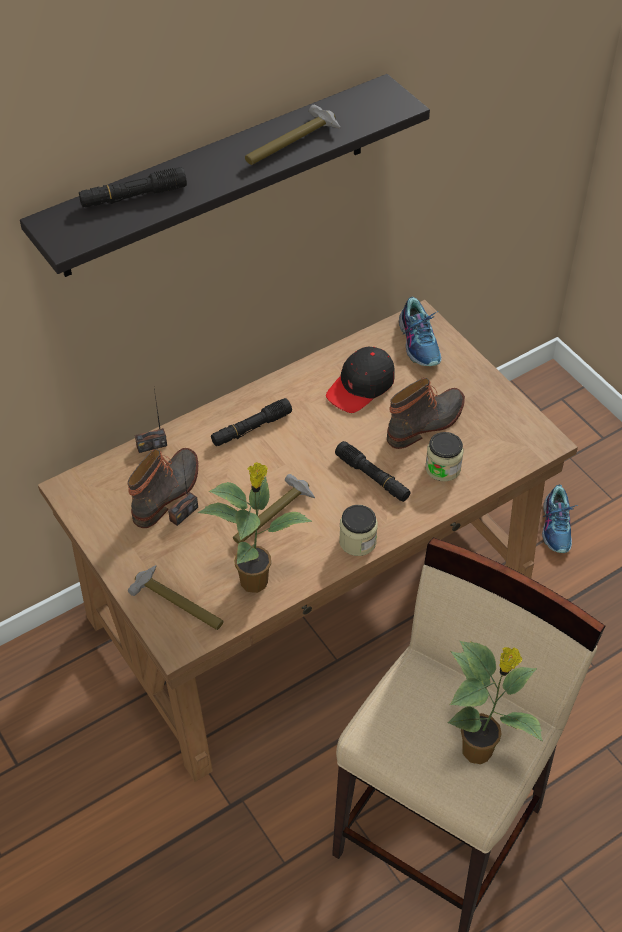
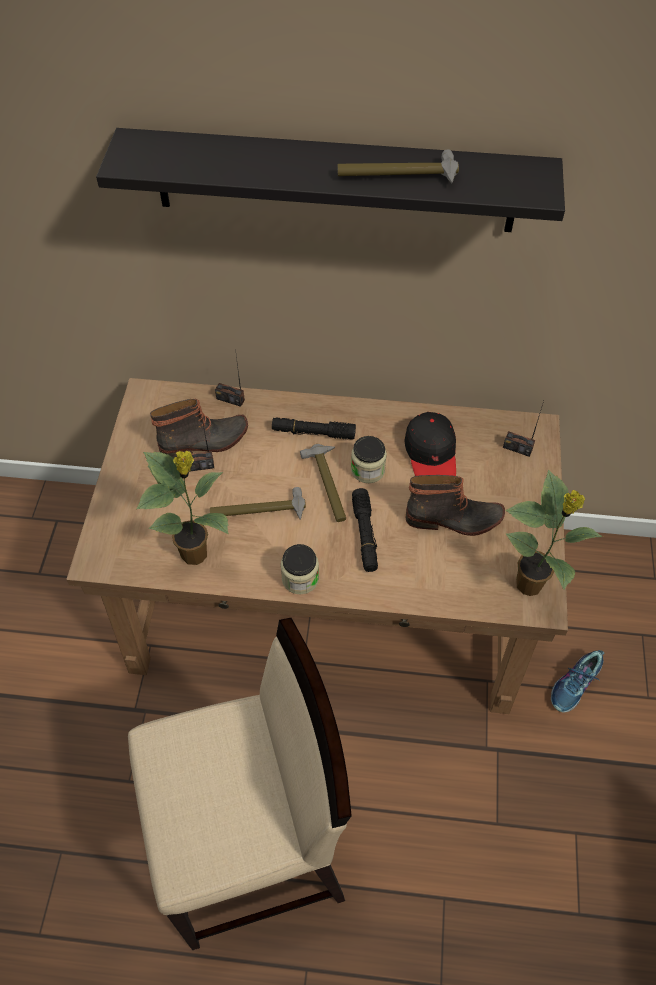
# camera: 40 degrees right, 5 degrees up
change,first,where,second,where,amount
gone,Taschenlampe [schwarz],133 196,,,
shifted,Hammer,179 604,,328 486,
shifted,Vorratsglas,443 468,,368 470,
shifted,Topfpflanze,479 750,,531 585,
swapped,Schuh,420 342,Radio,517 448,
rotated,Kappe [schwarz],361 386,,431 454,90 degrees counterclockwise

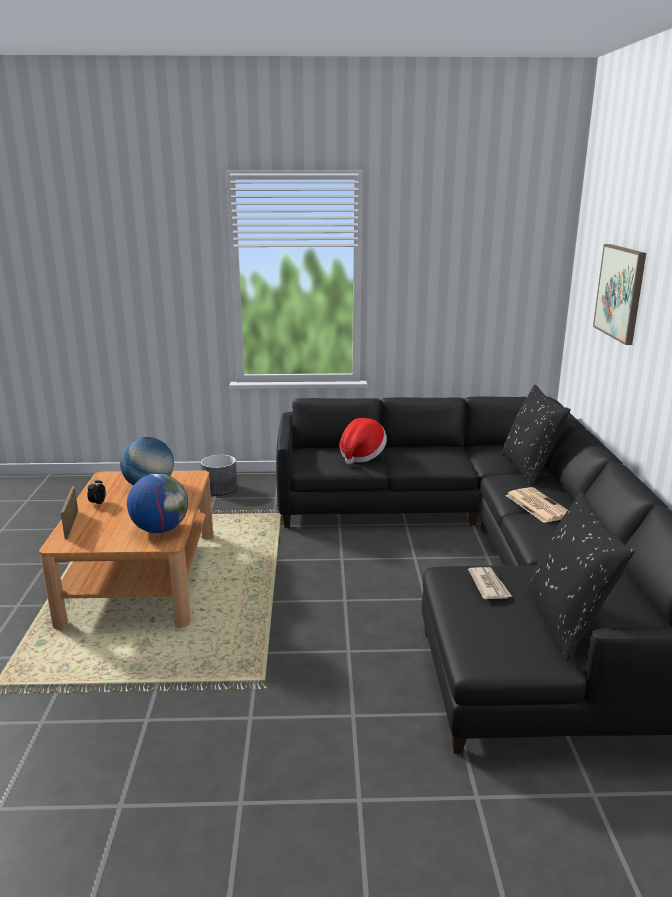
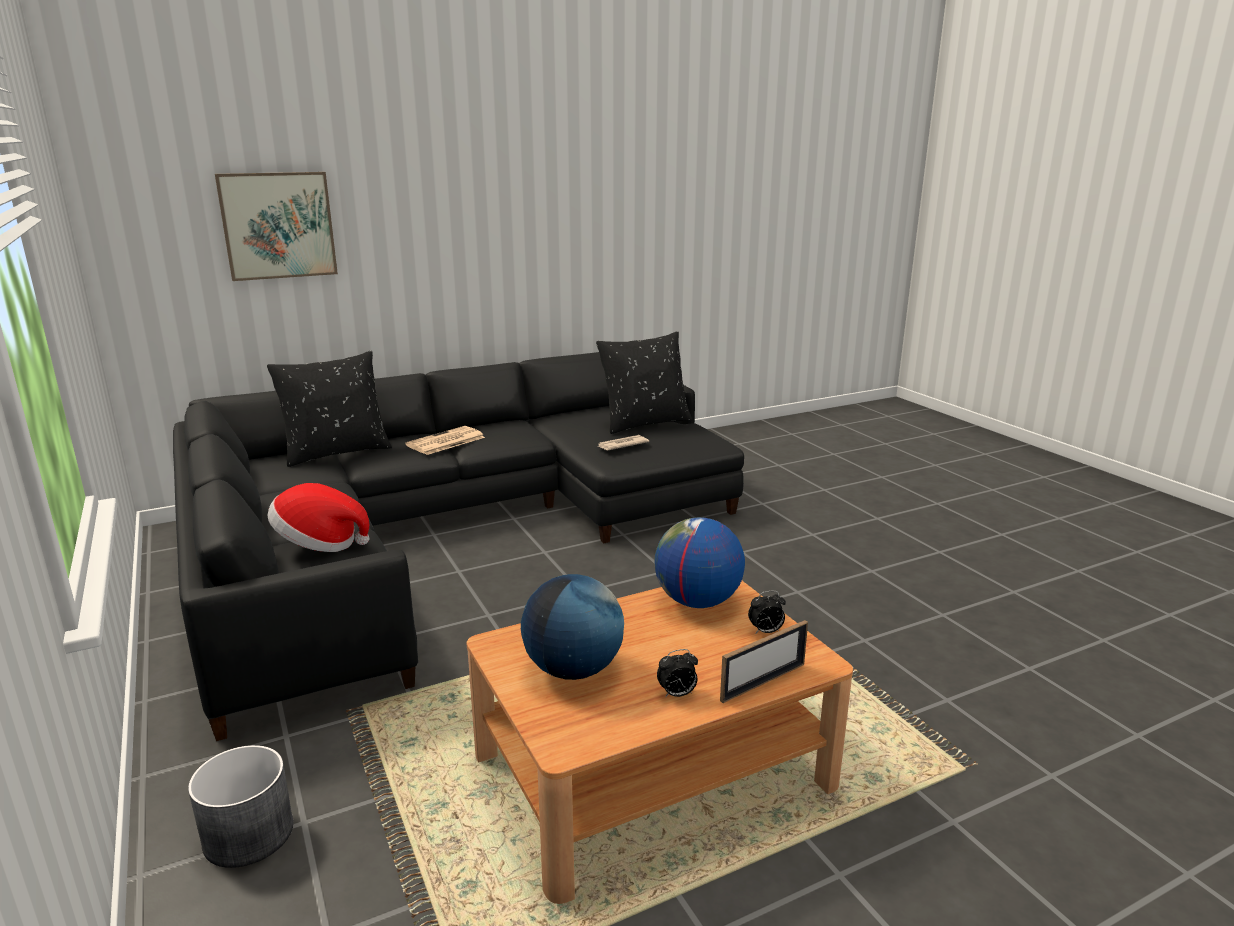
# camera: 115 degrees left, 0 degrees up
change,first,where,second,where,amount
new,,,Wecker,766 631,

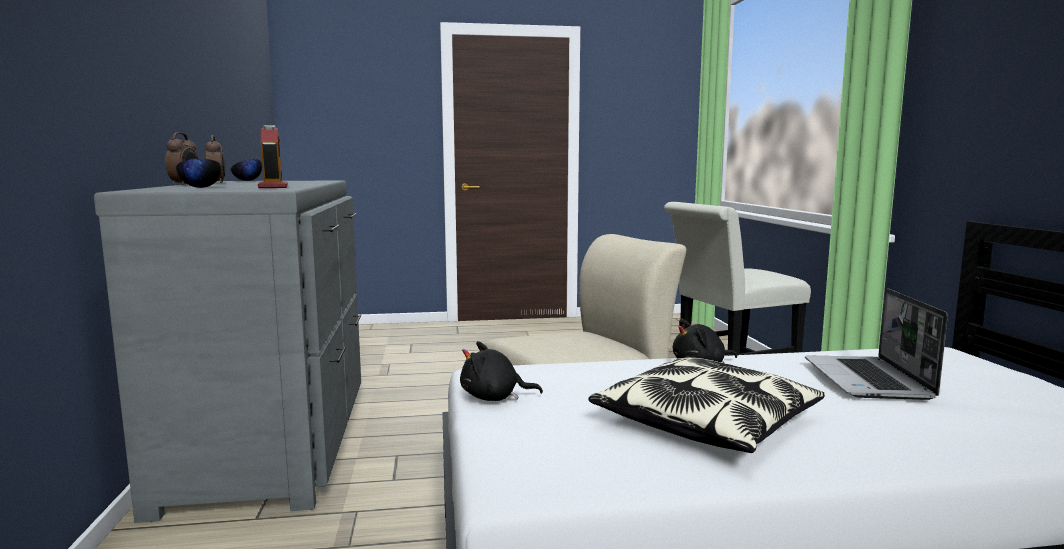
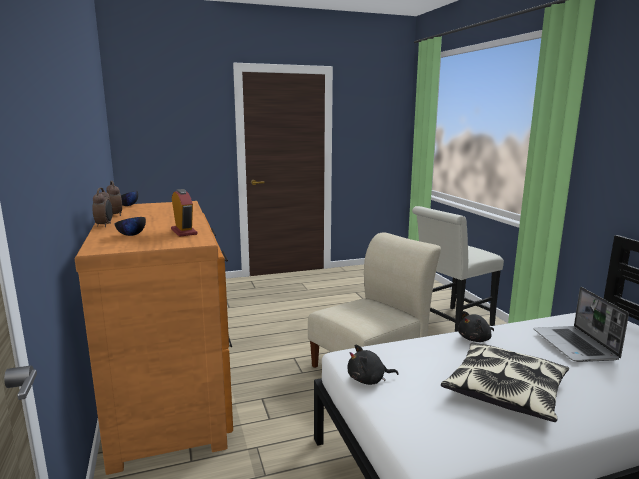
# camera: 10 degrees left, 5 degrees up
change,first,where,second,where,amount
repainted,Kommode [grau],275 441,Kommode [braun],171 394,

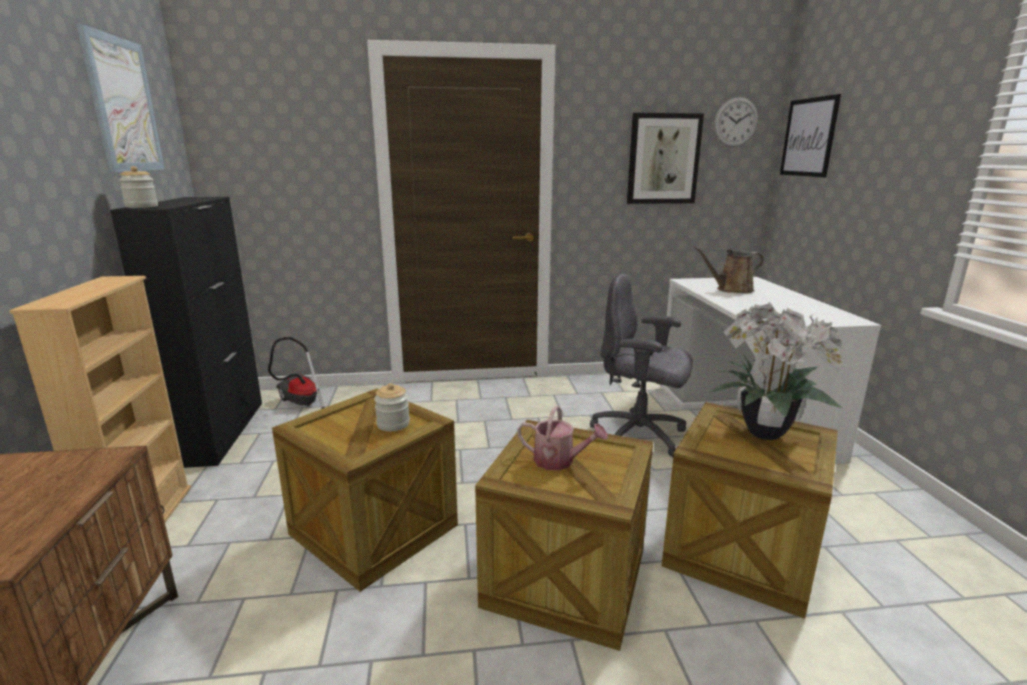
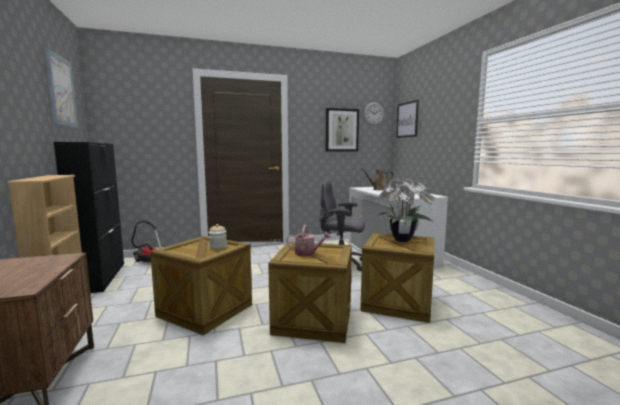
# camera: 10 degrees left, 10 degrees down
change,first,where,second,where,amount
gone,Vorratsglas,142 206,,,

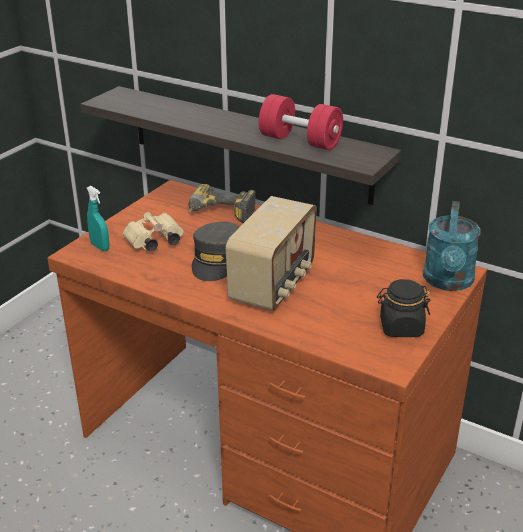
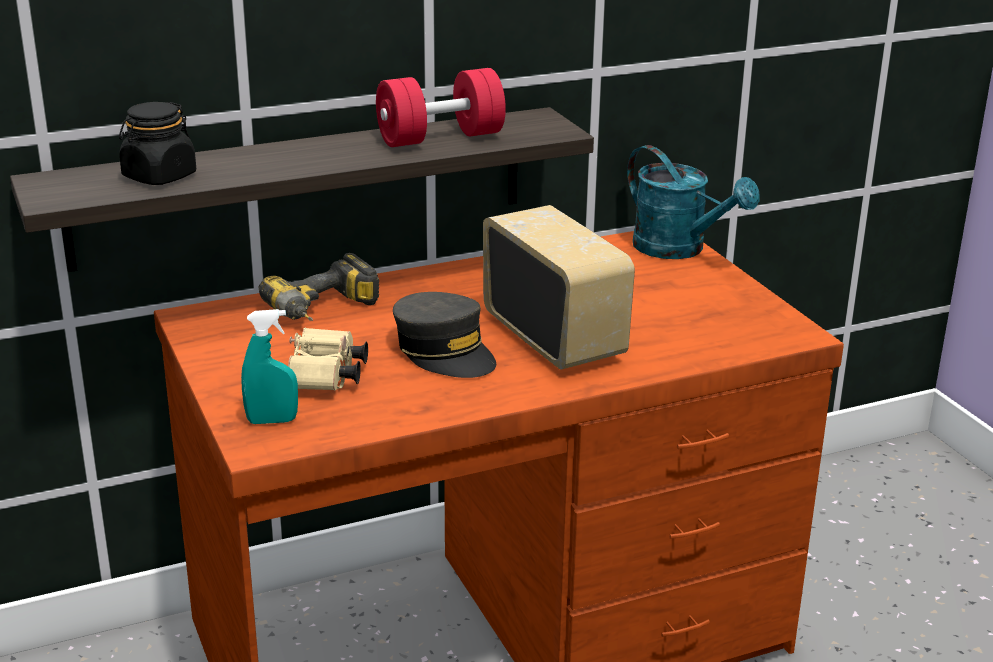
# camera: 55 degrees left, 5 degrees down
change,first,where,second,where,amount
shifted,Vorratsglas [schwarz],401 327,,159 176,

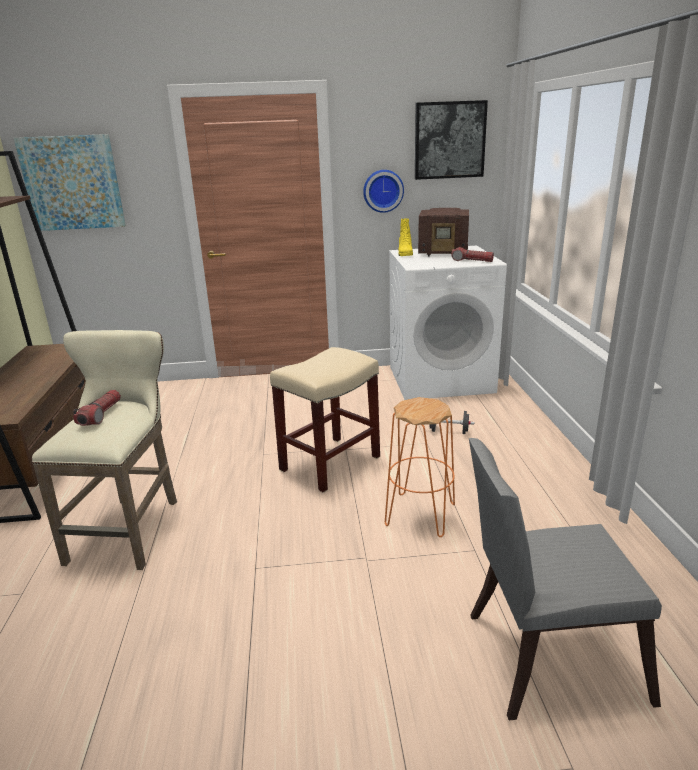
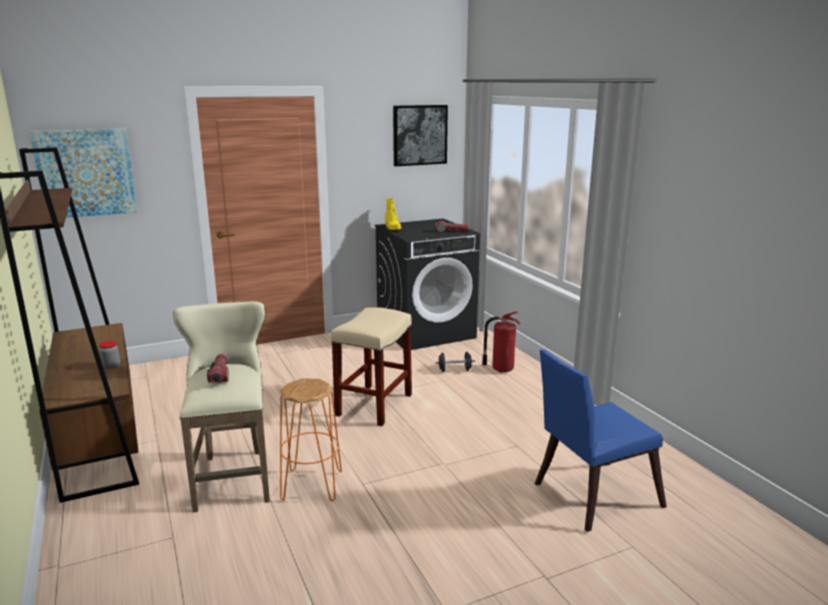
# camera: 20 degrees left, 5 degrees down
change,first,where,second,where,amount
gone,Wanduhr,383 191,,,
gone,Radio,444 253,,,
new,,,Vorratsglas,111 366,
new,,,Feuerlöscher,501 369,
shifted,Hocker [orange],420 514,,312 484,
repainted,Waschmaschine [weiß],441 379,Waschmaschine [schwarz],426 332,
repainted,Stuhl [grau],543 656,Stuhl [blau],590 496,

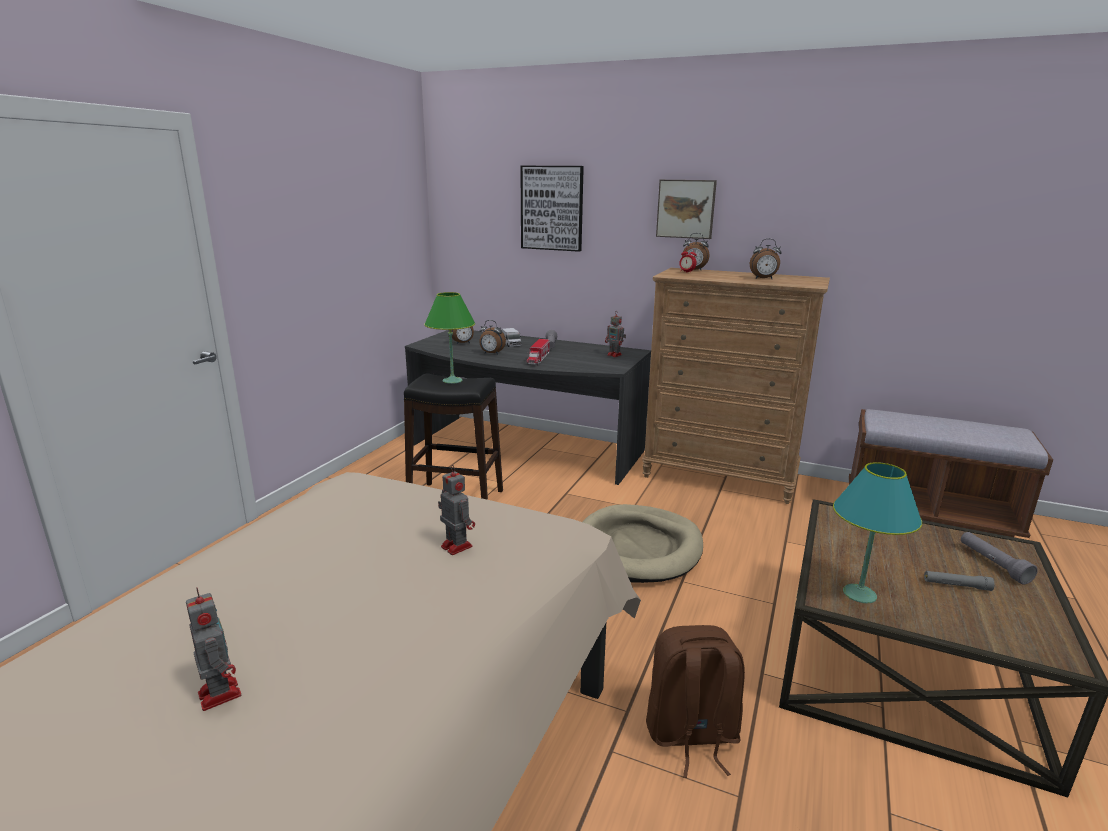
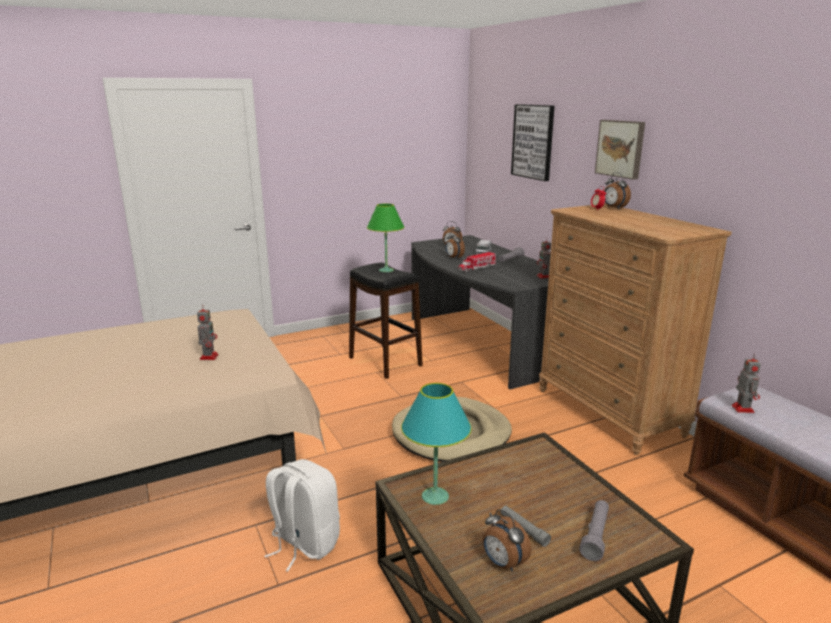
# camera: 40 degrees right, 0 degrees up
change,first,where,second,where,amount
shifted,Spielzeugroboter,219 693,,742 408,
shifted,Wecker,763 279,,503 563,
repainted,Rucksack [braun],691 736,Rucksack [weiß],304 544,

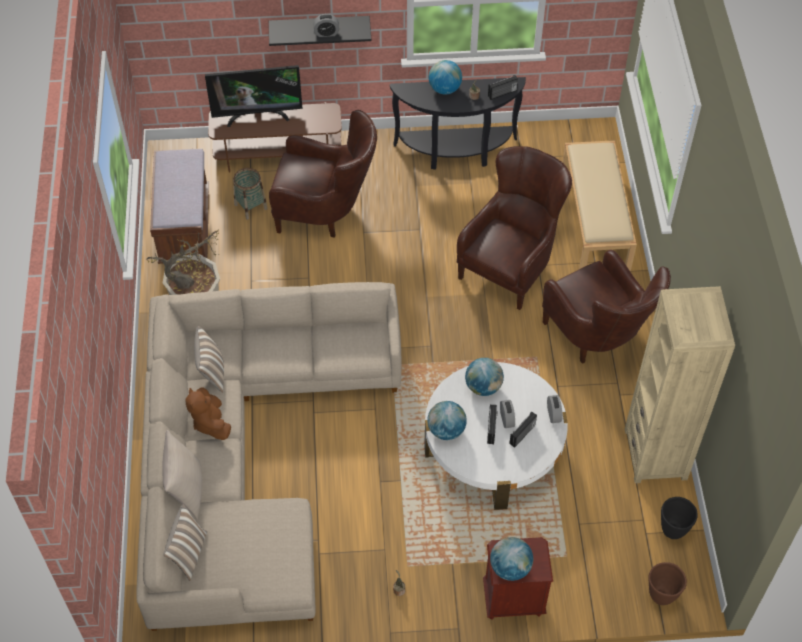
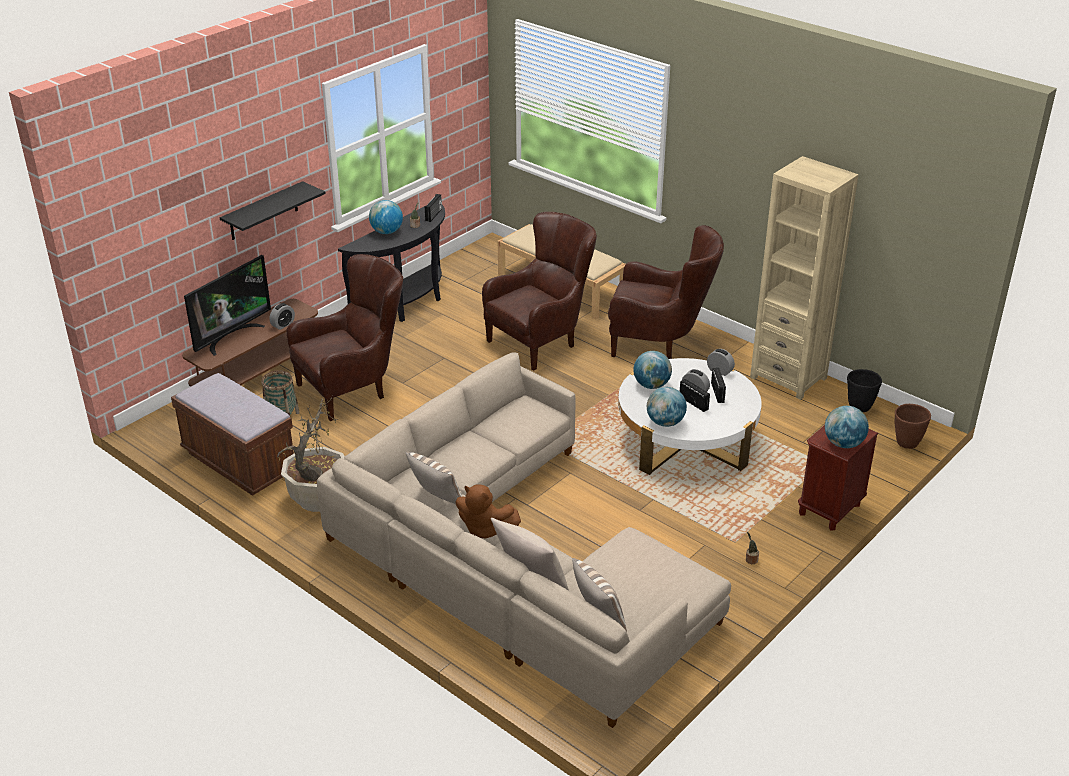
# camera: 45 degrees left, 20 degrees down
change,first,where,second,where,amount
shifted,Wecker,326 33,,283 325,
rotated,Sessel [braun],511 265,,542 340,60 degrees clockwise

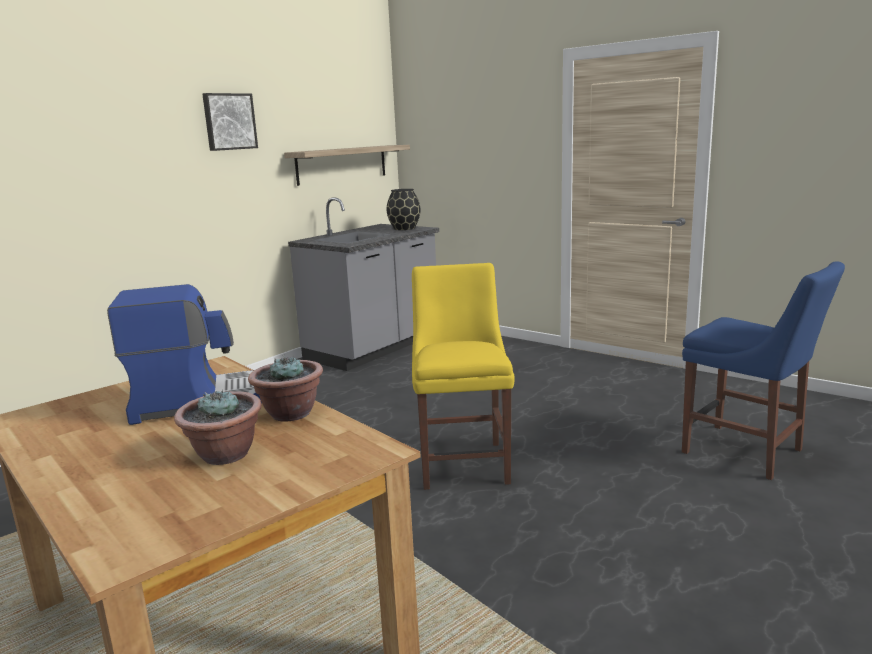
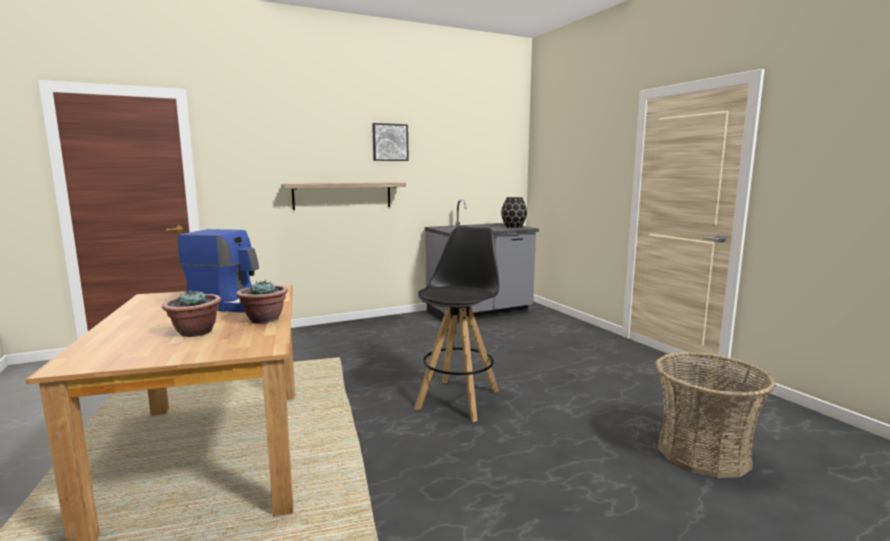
# camera: 25 degrees right, 5 degrees down
change,first,where,second,where,amount
shifted,Wandregal,342 164,,342 195,
swapped,Stuhl [gelb],463 462,Hocker [schwarz],459 399,
swapped,Stuhl [blau],747 453,Korb,703 453,

